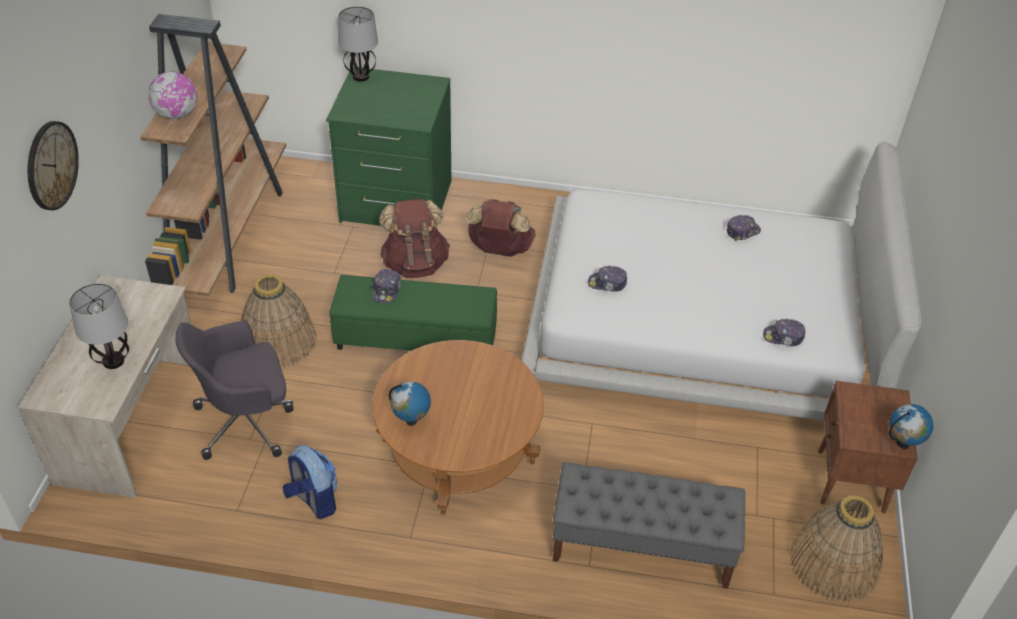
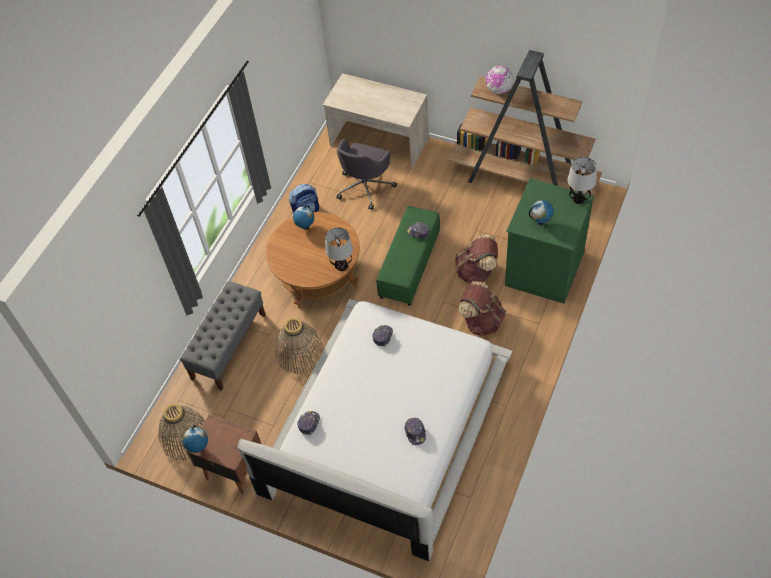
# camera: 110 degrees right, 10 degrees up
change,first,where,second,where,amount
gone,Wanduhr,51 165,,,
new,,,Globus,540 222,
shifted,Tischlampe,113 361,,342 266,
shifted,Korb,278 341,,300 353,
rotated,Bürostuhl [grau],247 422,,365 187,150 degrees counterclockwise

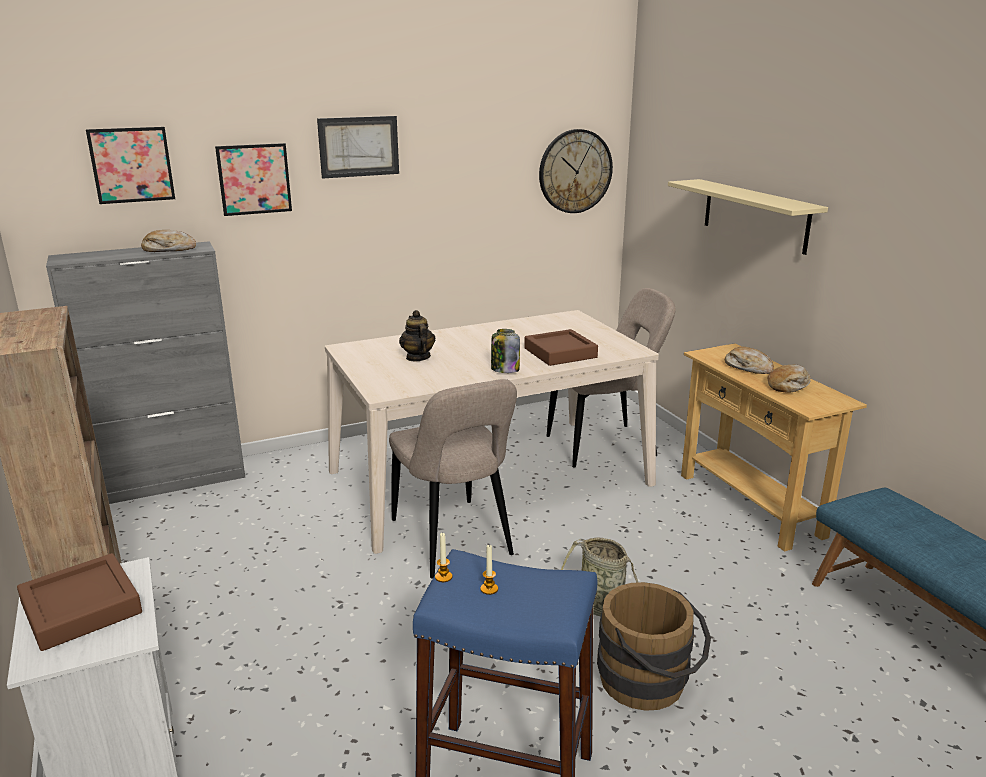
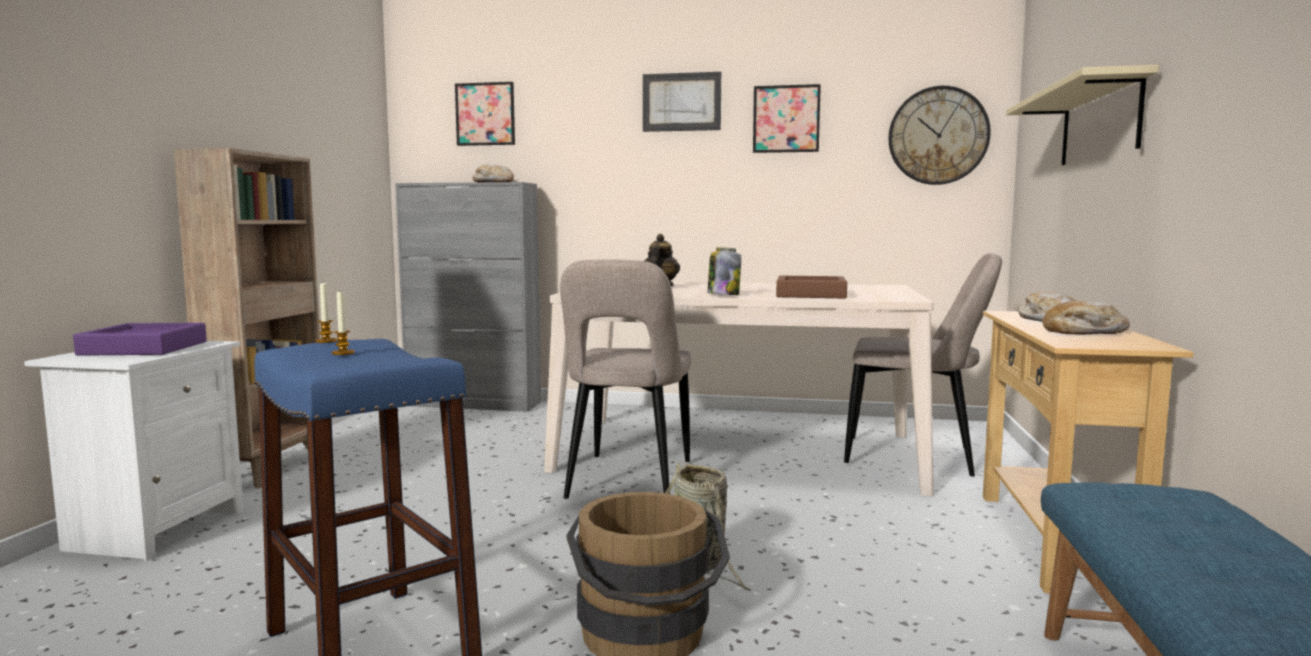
# camera: 35 degrees right, 15 degrees down
change,first,where,second,where,amount
shifted,Bild,254 179,,786 119,
repainted,Tablett [braun],81 608,Tablett [lila],144 348,

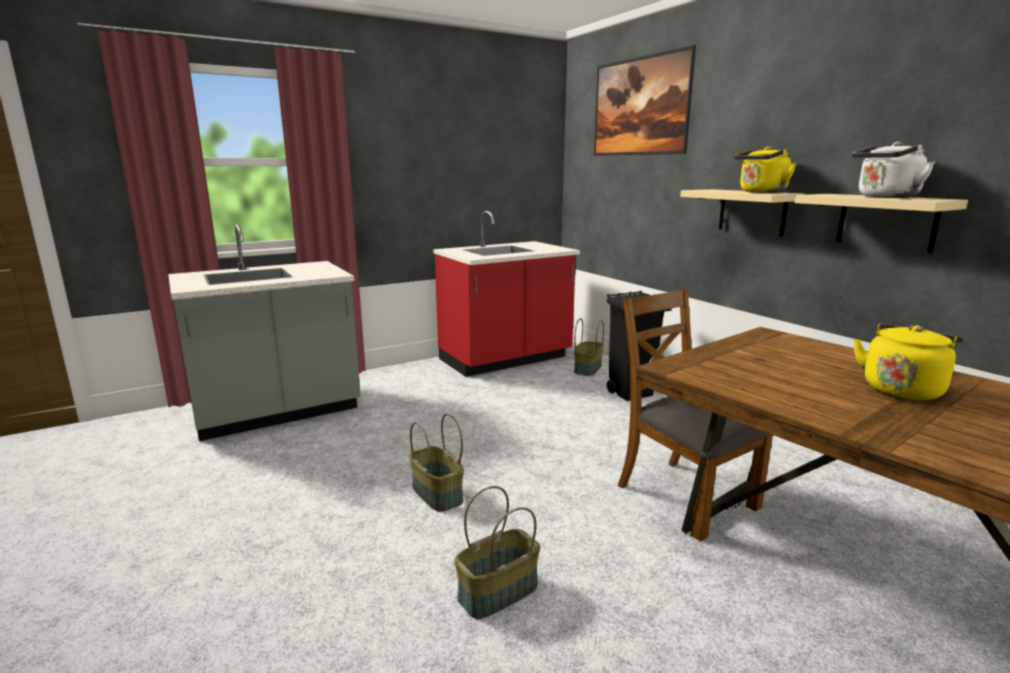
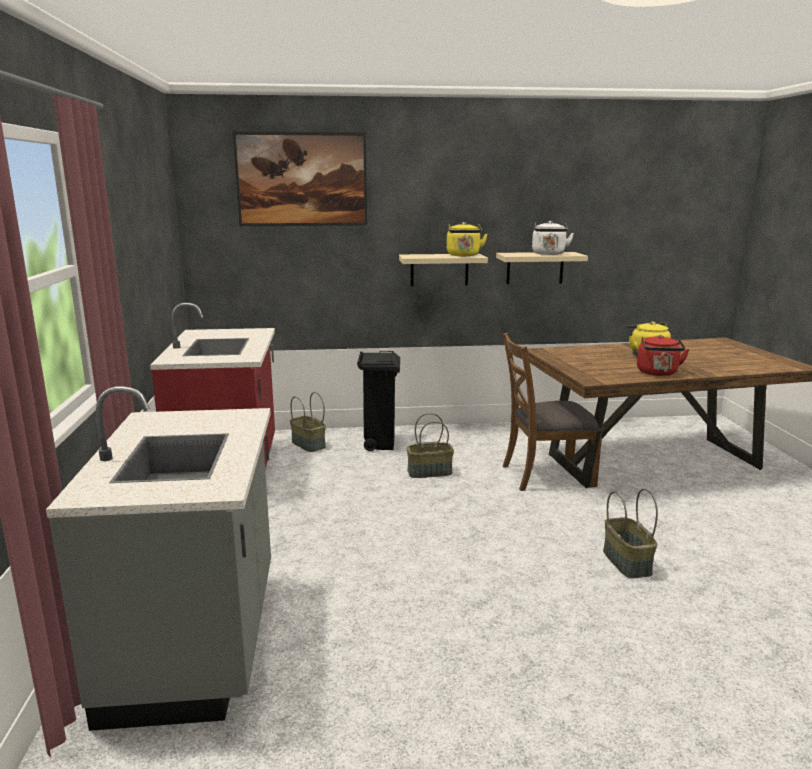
# camera: 65 degrees left, 0 degrees up
change,first,where,second,where,amount
new,,,Wasserkessel [rot],658 373,
shifted,Korb,436 494,,429 472,

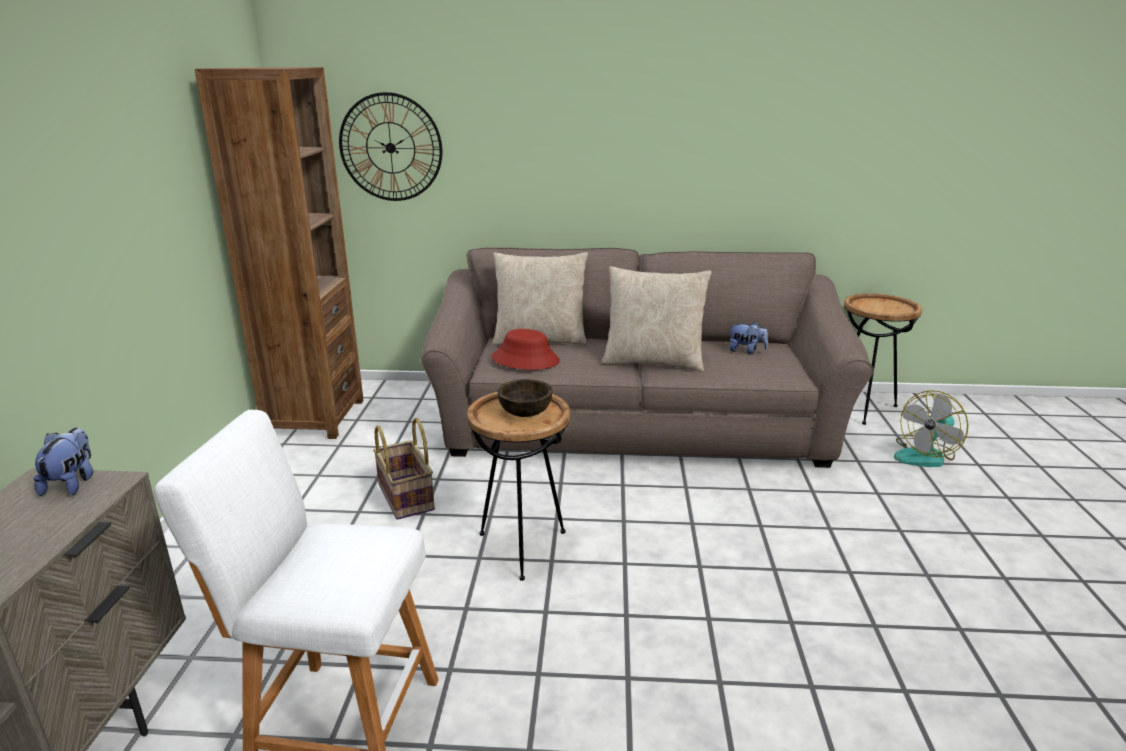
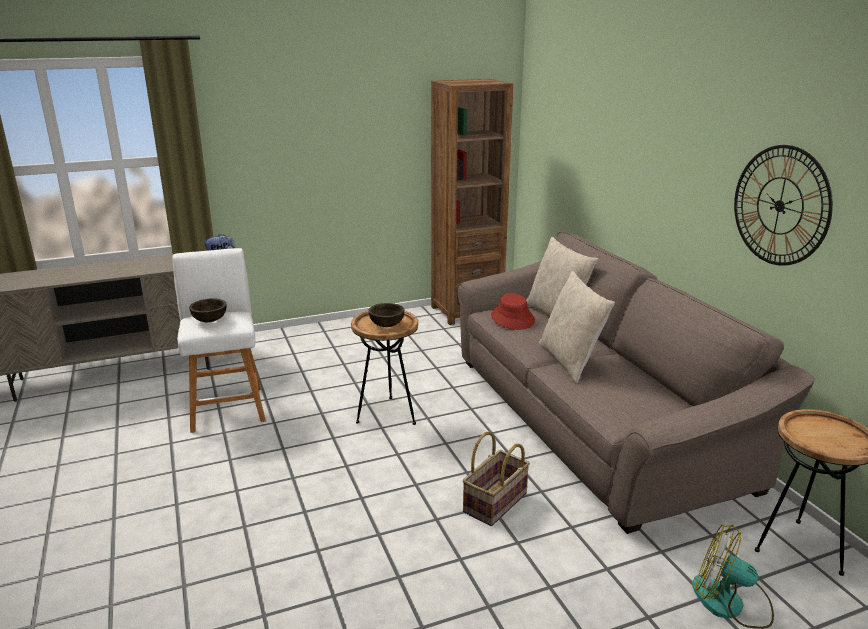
# camera: 65 degrees right, 0 degrees up
change,first,where,second,where,amount
gone,Plüschtier,746 351,,,
new,,,Schüssel [braun],210 320,
shifted,Wanduhr,390 148,,780 206,
shifted,Korb,407 497,,496 503,

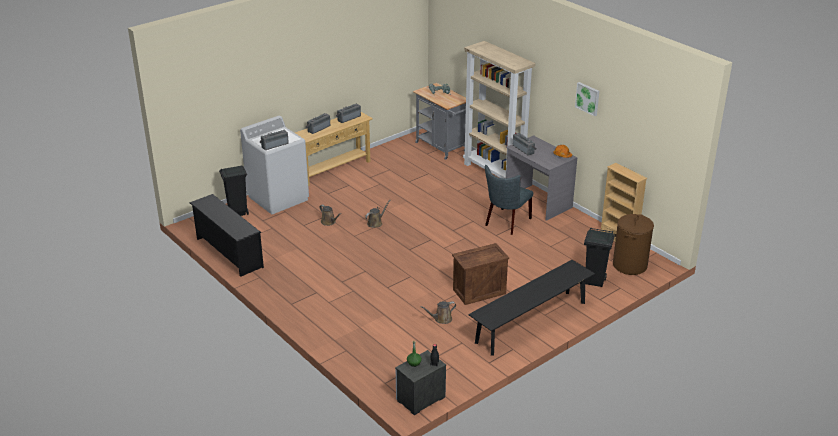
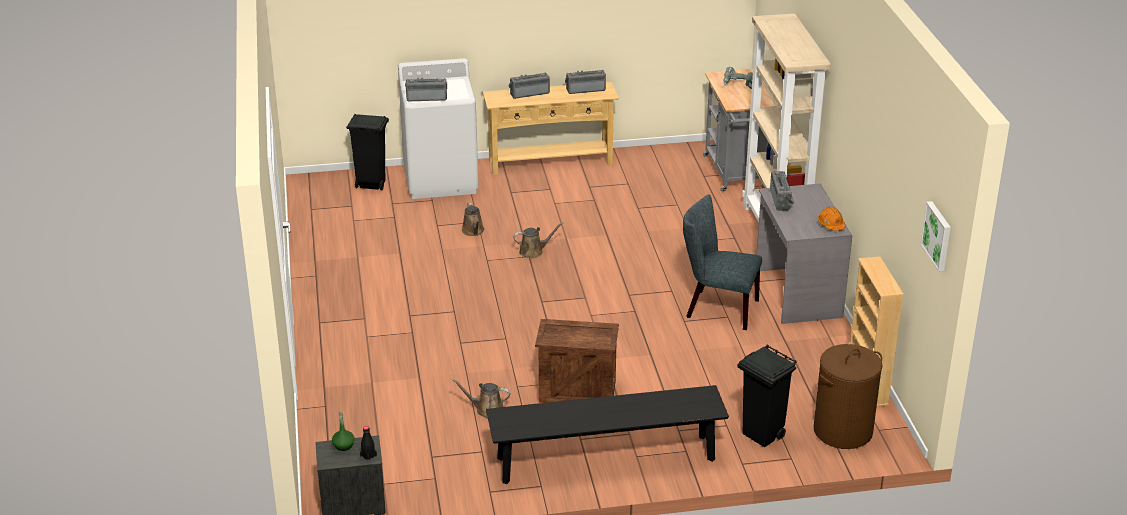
# camera: 30 degrees right, 0 degrees up
change,first,where,second,where,amount
gone,Schuhregal [schwarz],228 253,,,
shifted,Bild,588 98,,938 235,
rotated,Stuhl [grau],506 223,,717 308,45 degrees clockwise

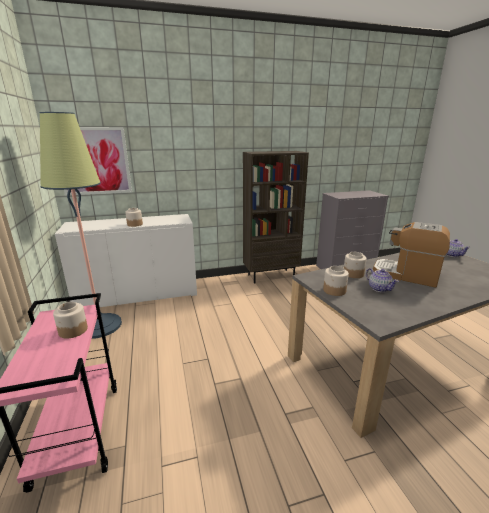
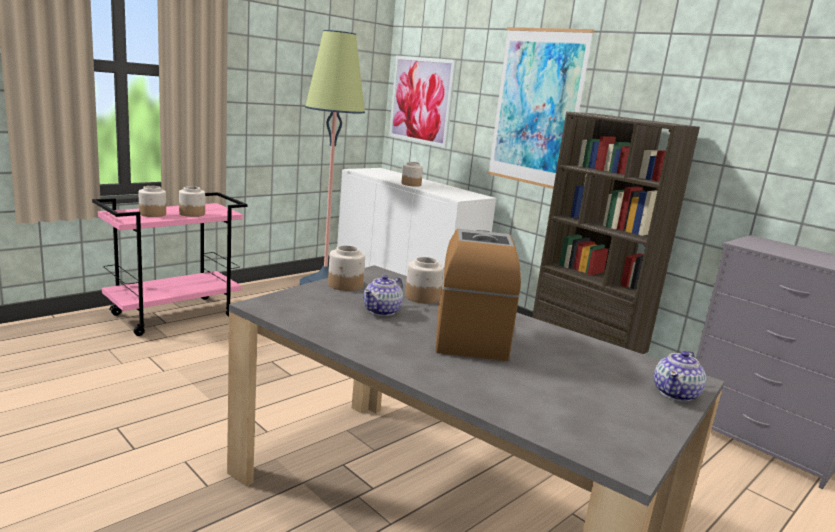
# camera: 60 degrees right, 5 degrees down
change,first,where,second,where,amount
new,,,Vorratsglas,152 214,
new,,,Bild,537 108,

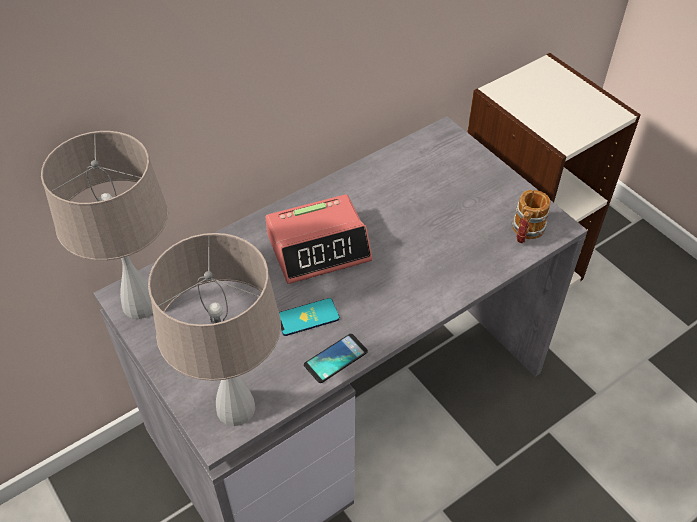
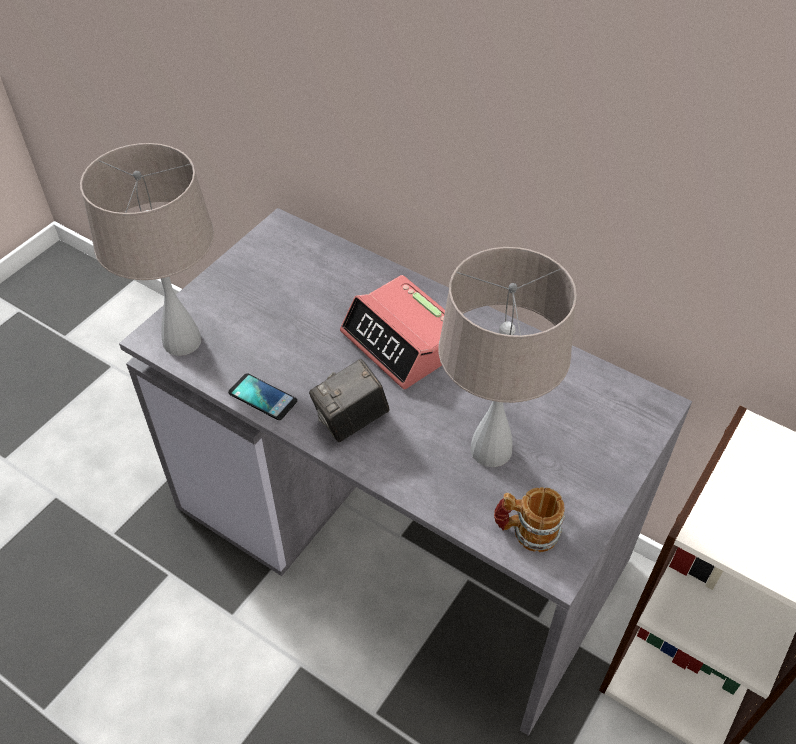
# camera: 70 degrees right, 0 degrees up
change,first,where,second,where,amount
gone,Handy,307 317,,,
new,,,Kamera,351 421,
shifted,Tischlampe [beige],140 305,,490 450,

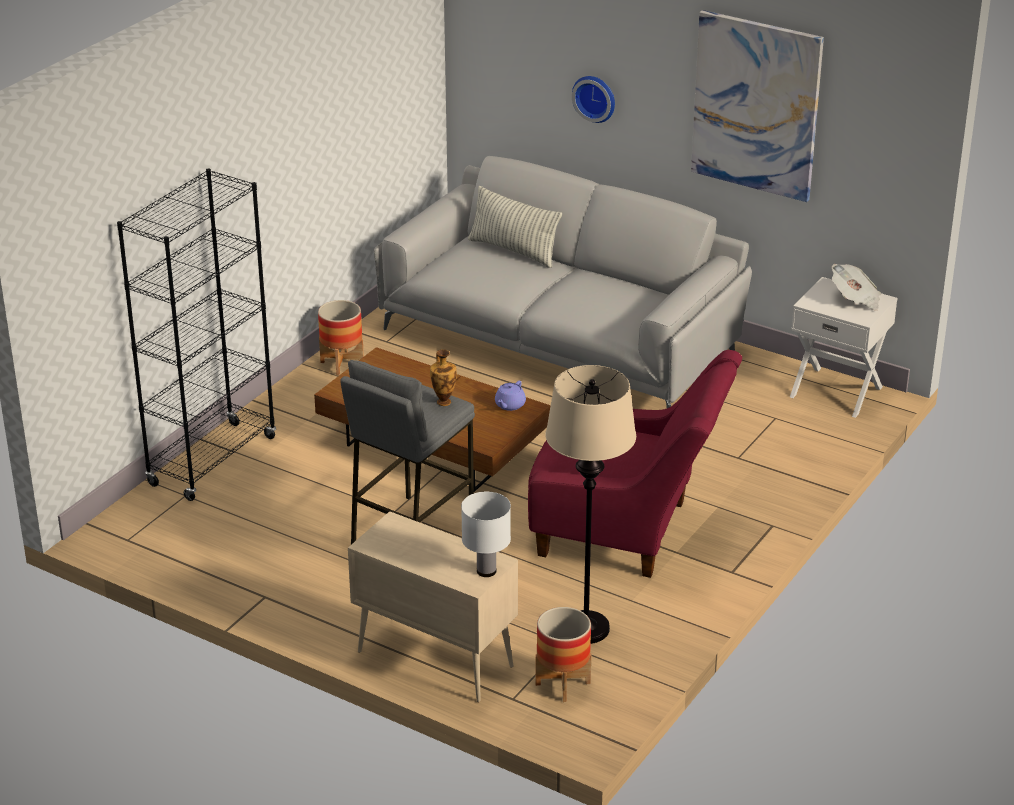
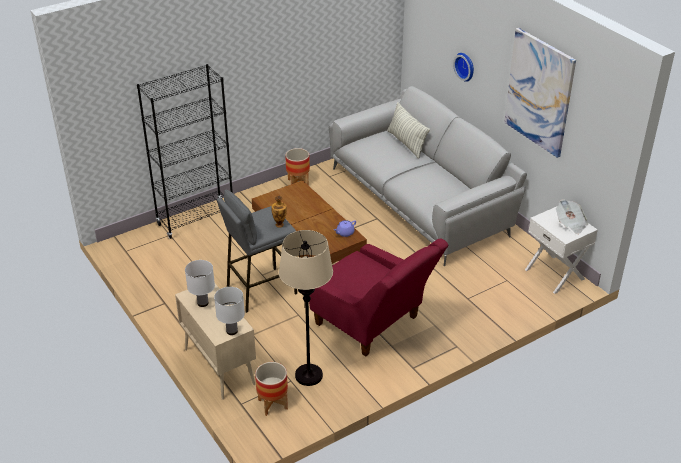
# camera: 25 degrees right, 5 degrees up
change,first,where,second,where,amount
new,,,Tischlampe [weiß],202 303,

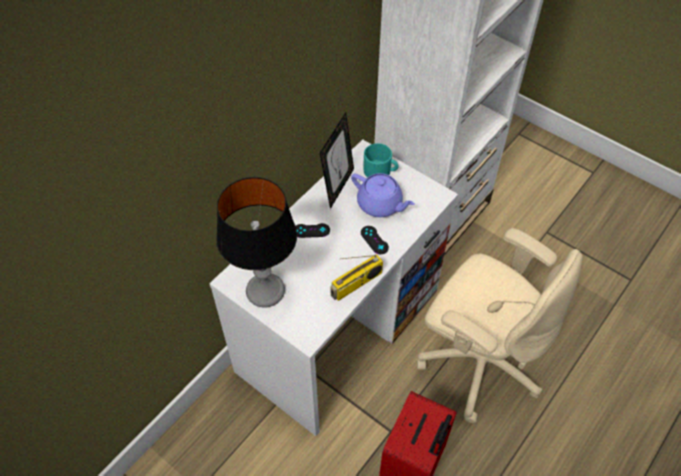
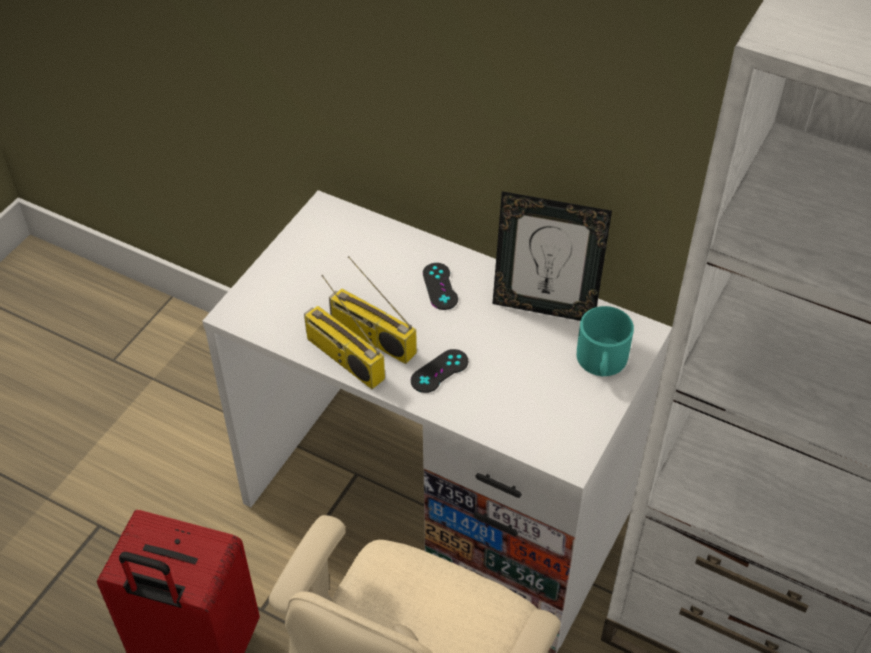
# camera: 80 degrees right, 5 degrees down
change,first,where,second,where,amount
gone,Tischlampe,265 291,,,
gone,Teekanne [lila],380 204,,,
new,,,Radio,371 337,

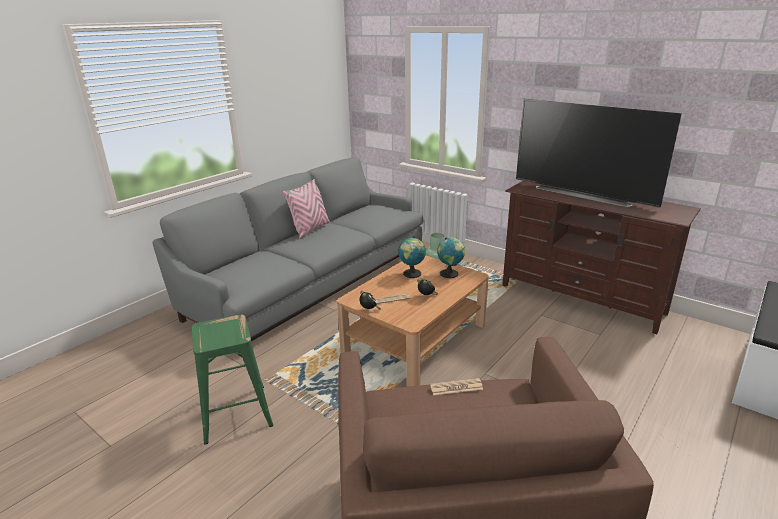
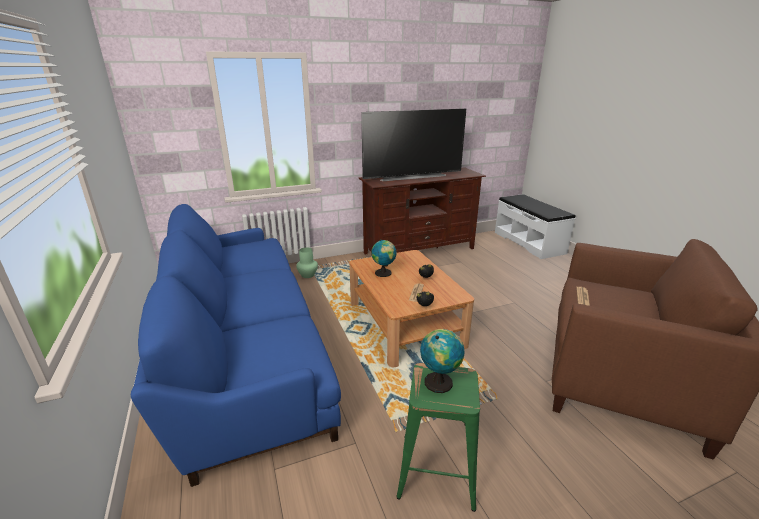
# camera: 60 degrees left, 0 degrees up
change,first,where,second,where,amount
gone,Kissen [rosa],310 230,,,
shifted,Globus,450 274,,439 381,
repainted,Sofa [grau],311 281,Sofa [blau],245 346,

